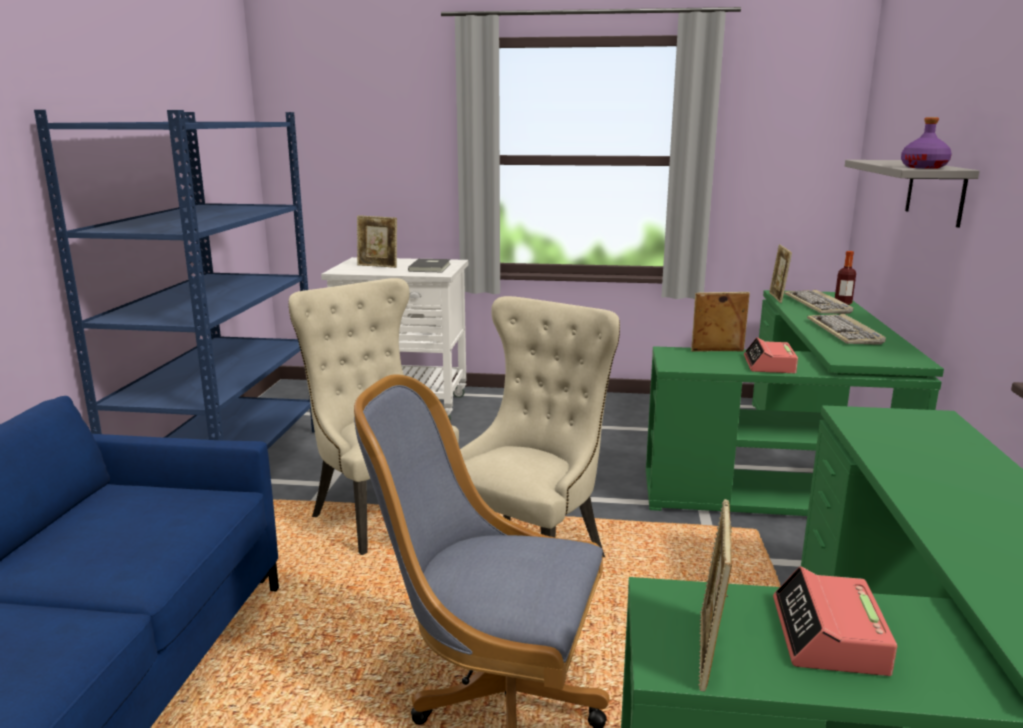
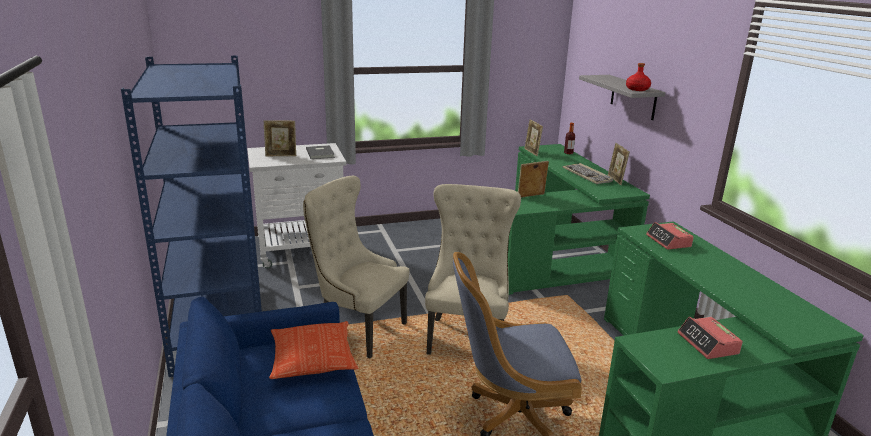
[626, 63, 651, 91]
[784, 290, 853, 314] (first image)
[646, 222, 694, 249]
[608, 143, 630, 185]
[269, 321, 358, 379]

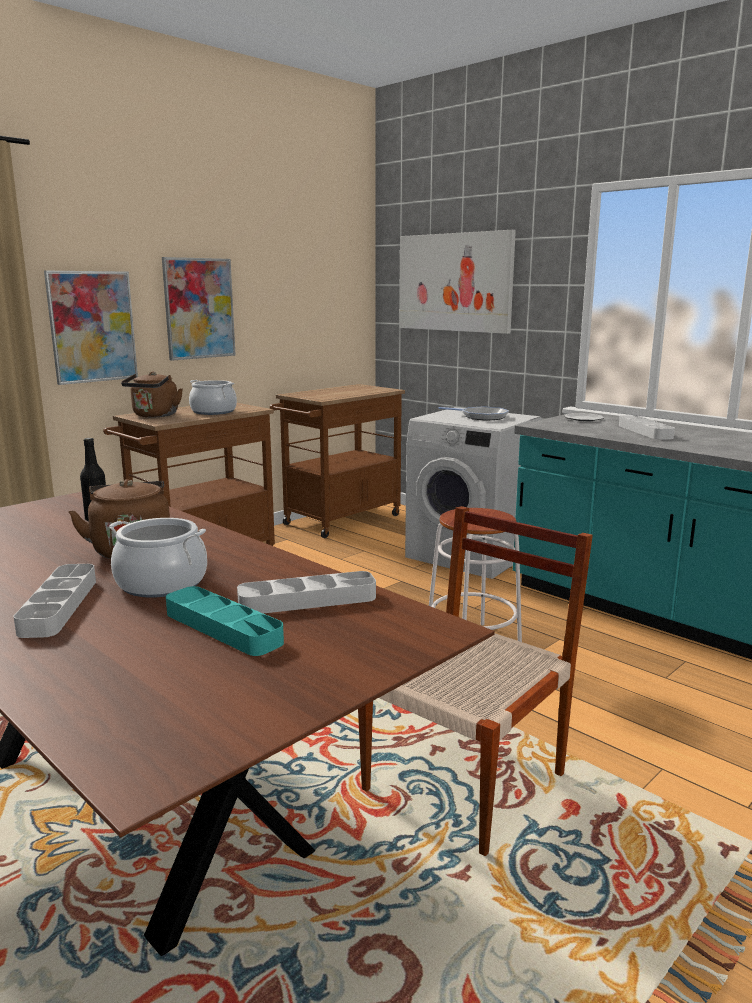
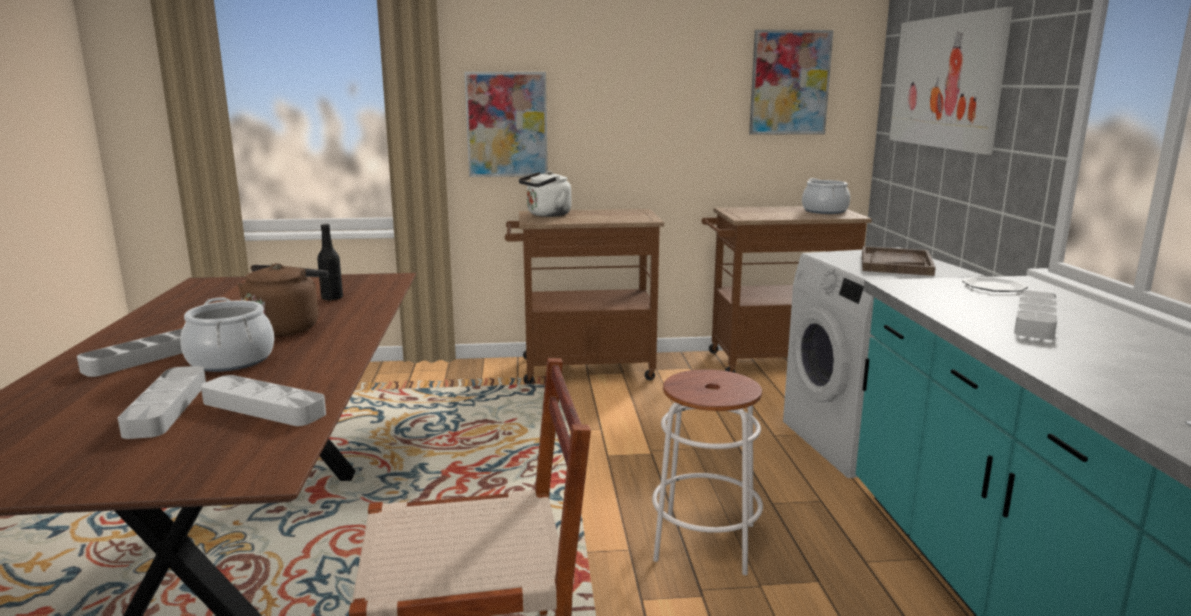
[749, 30, 834, 135]
[518, 171, 571, 217]
[802, 178, 850, 214]
[862, 246, 936, 276]
[118, 366, 206, 439]

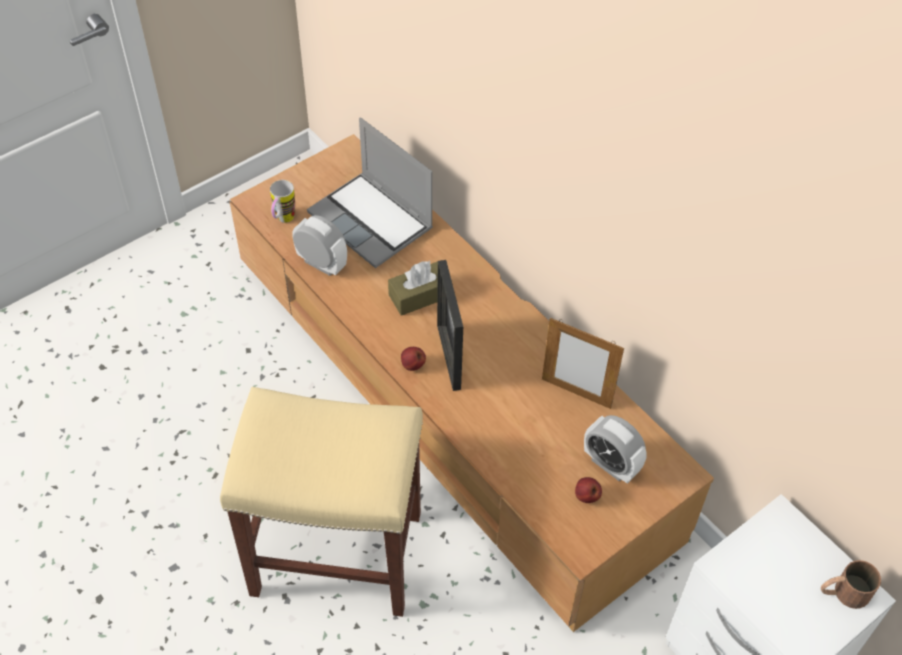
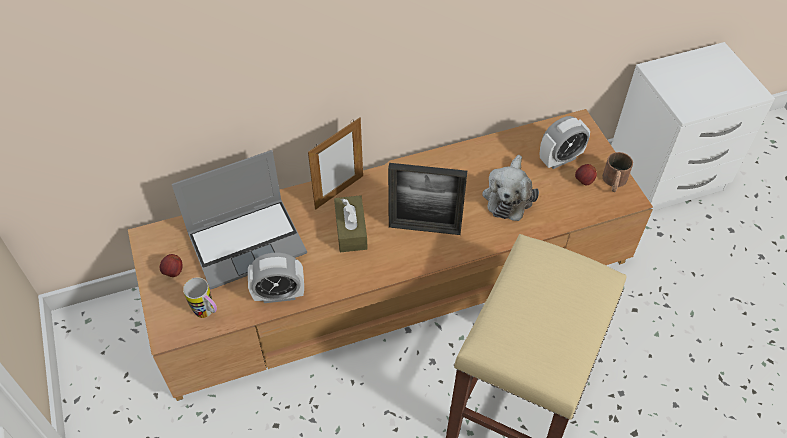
[248, 253, 304, 303]
[308, 118, 363, 210]
[160, 254, 183, 277]
[602, 152, 633, 192]
[482, 155, 539, 221]

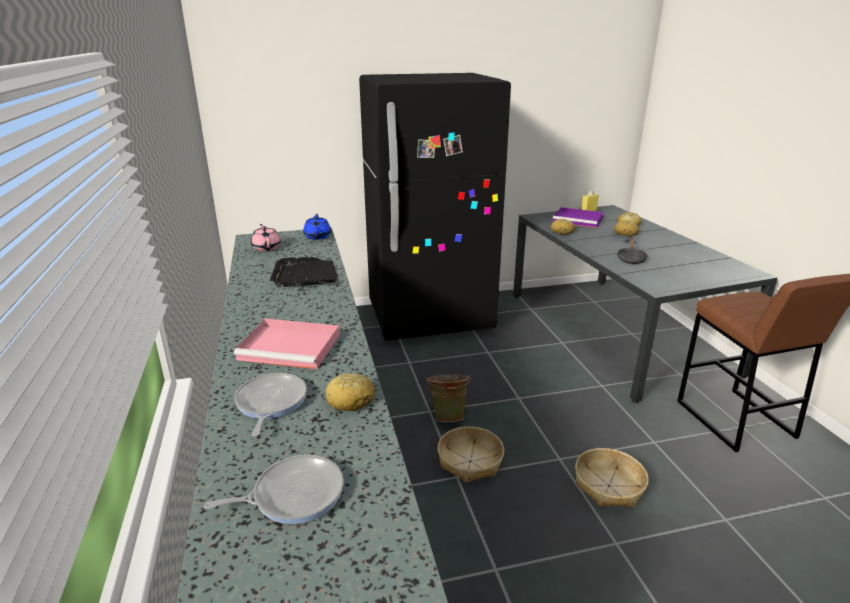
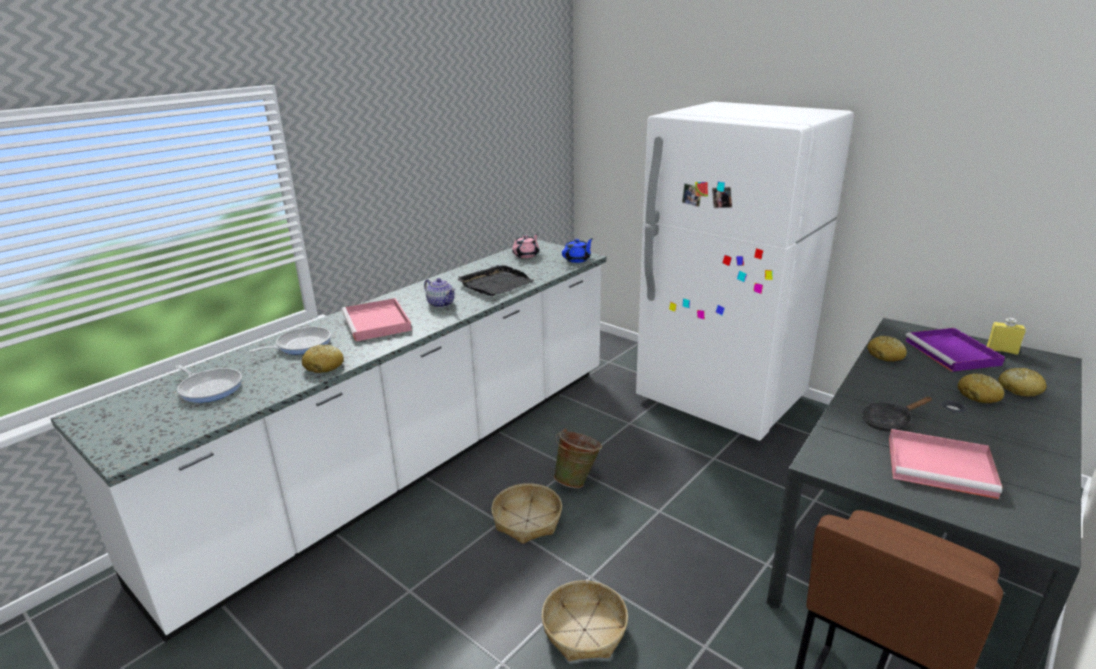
[636, 102, 854, 441]
[424, 278, 455, 308]
[889, 429, 1003, 499]

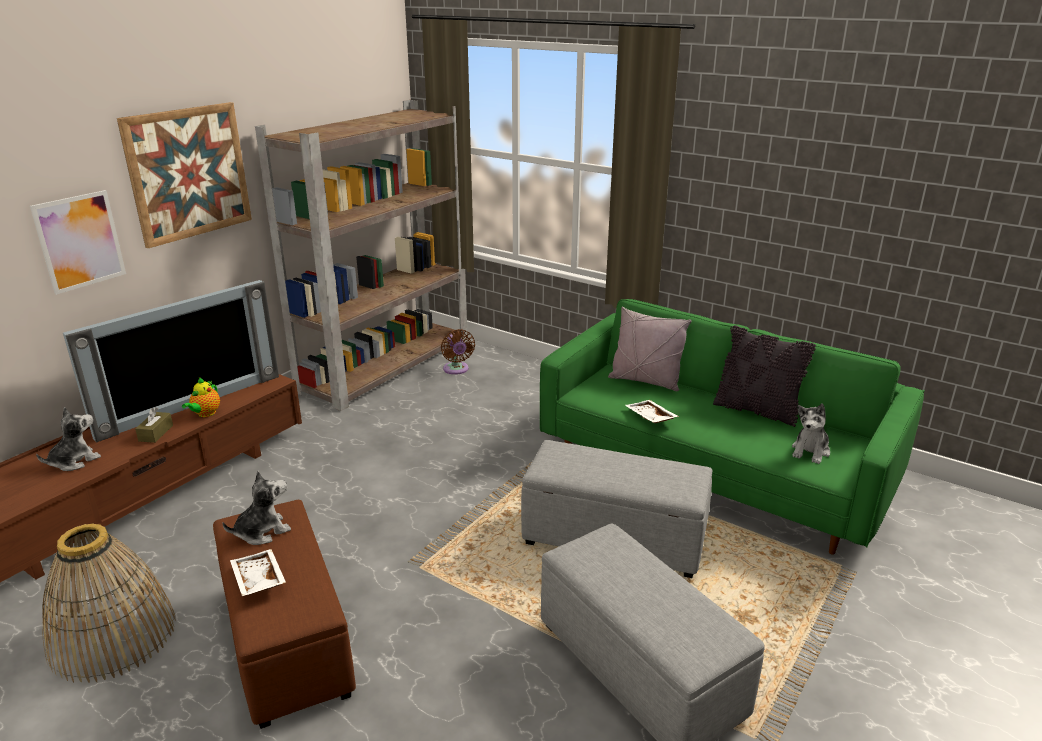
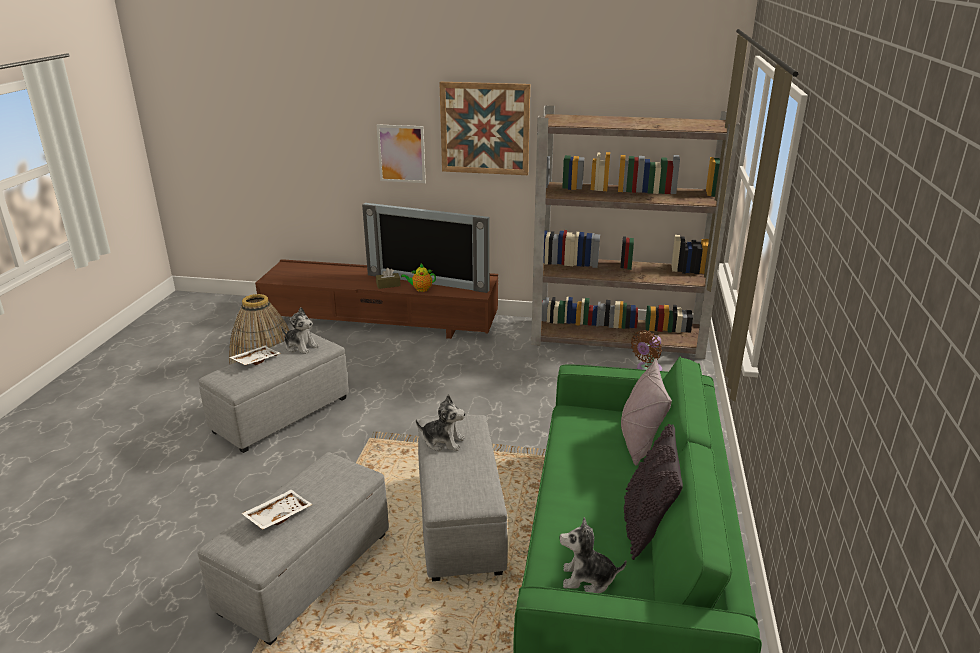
[241, 489, 313, 530]
[416, 395, 465, 451]
[199, 332, 349, 453]

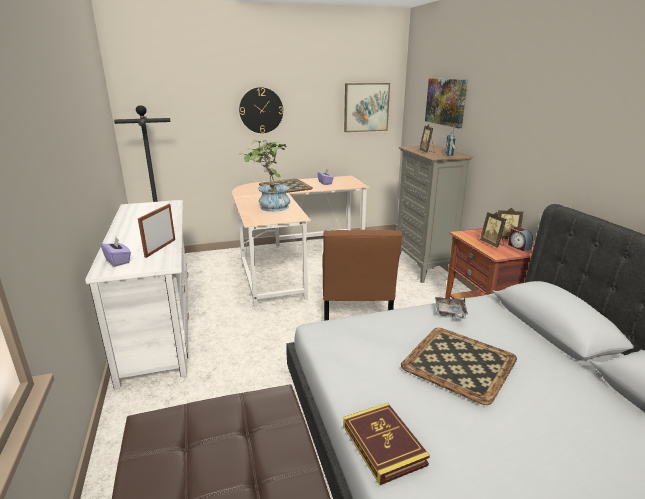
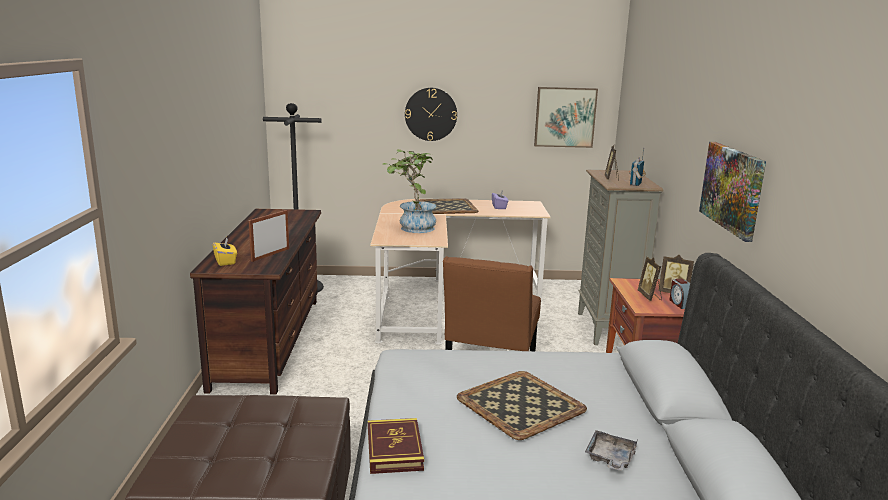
[699, 142, 766, 242]
[190, 209, 321, 395]
[212, 237, 237, 266]
[585, 430, 638, 471]

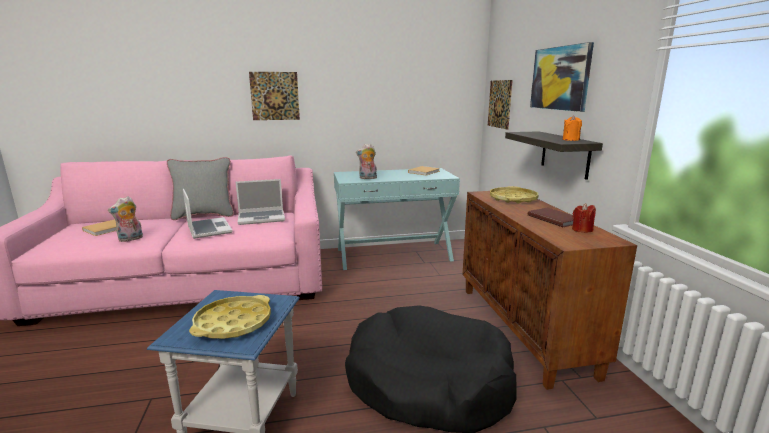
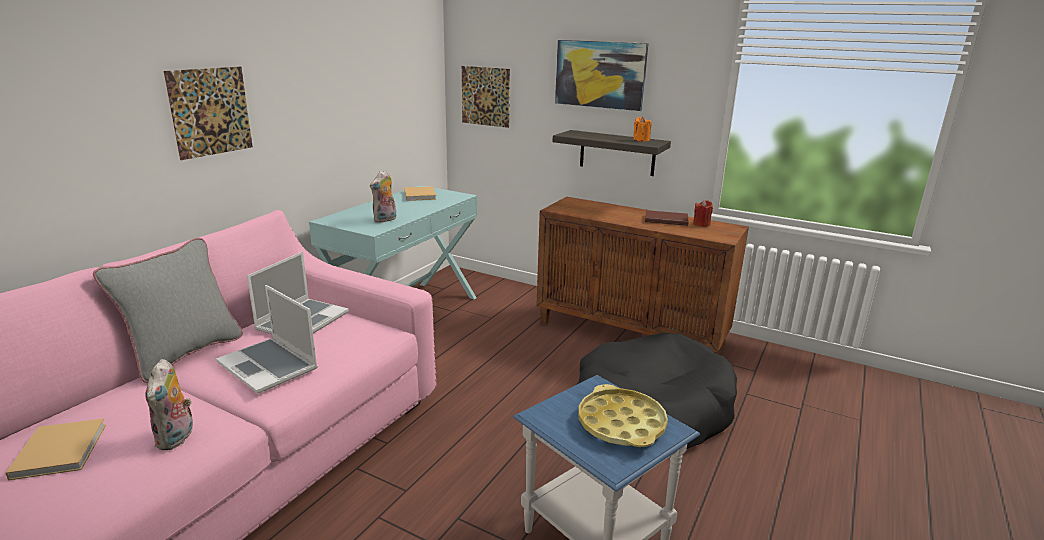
[490, 186, 538, 203] (first image)
[216, 285, 318, 394]

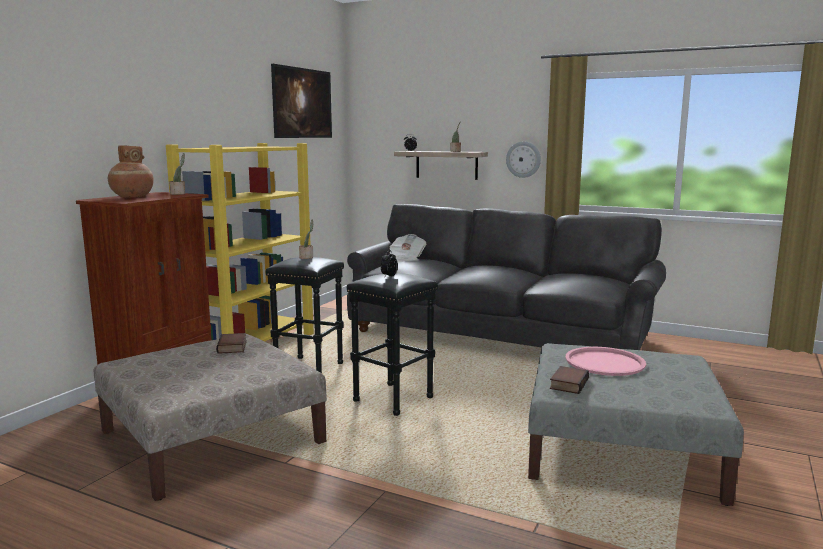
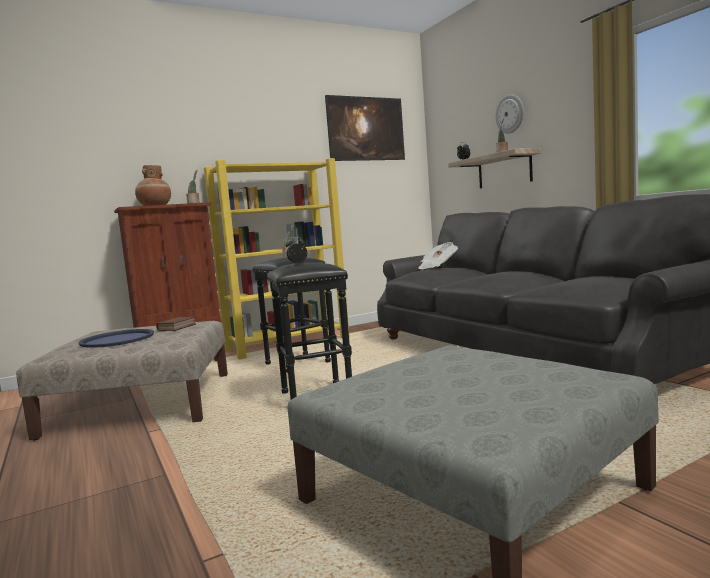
[496, 94, 524, 134]
[565, 347, 646, 376] (first image)
[550, 366, 589, 394] (first image)
[78, 329, 154, 347]

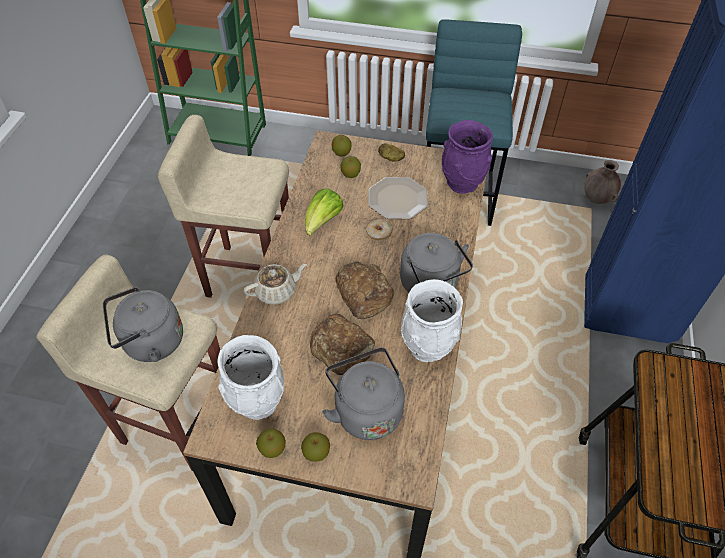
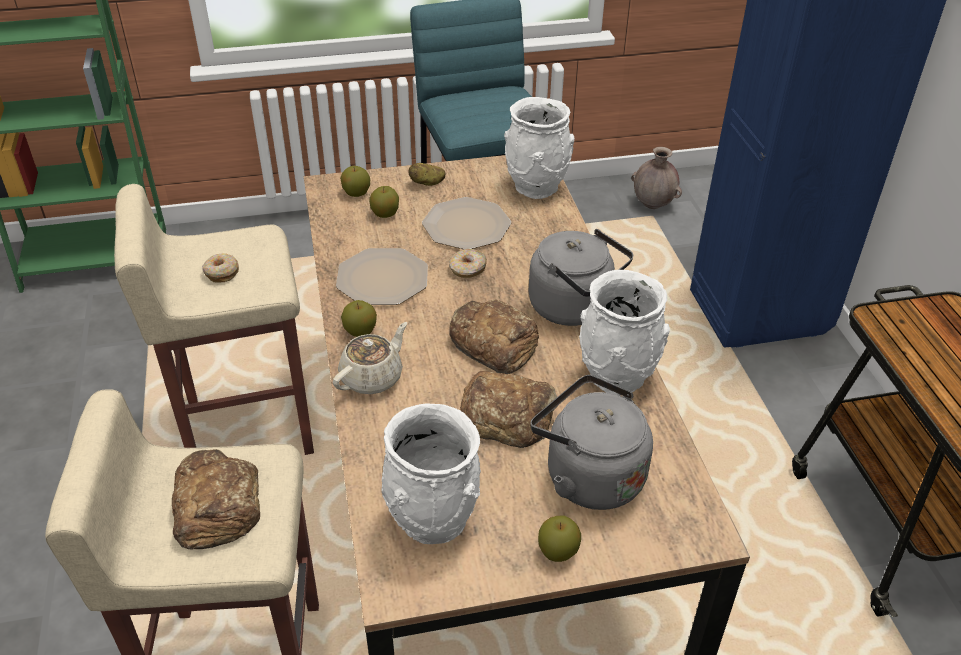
[504, 97, 574, 199]
[336, 248, 428, 305]
[172, 449, 260, 549]
[341, 300, 377, 337]
[202, 253, 239, 283]

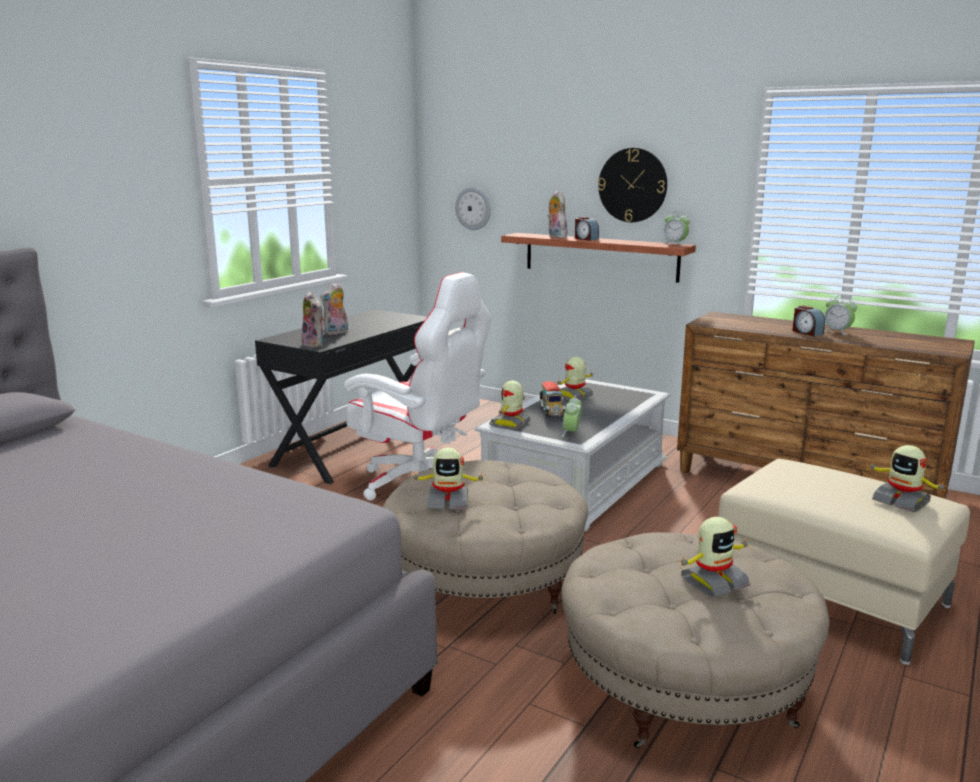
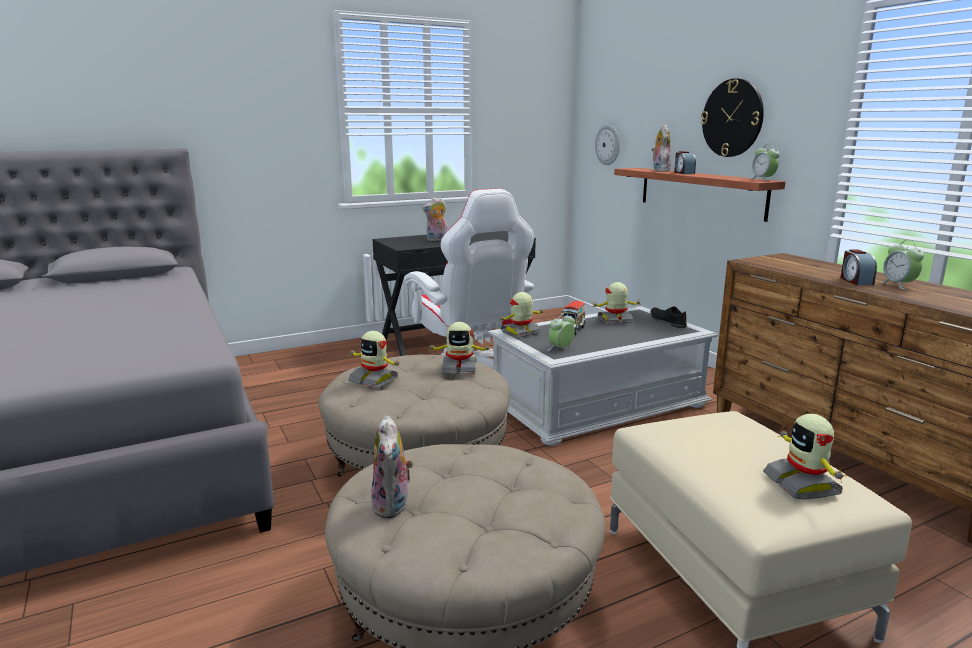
[371, 415, 414, 519]
[428, 322, 492, 374]
[650, 307, 687, 328]

